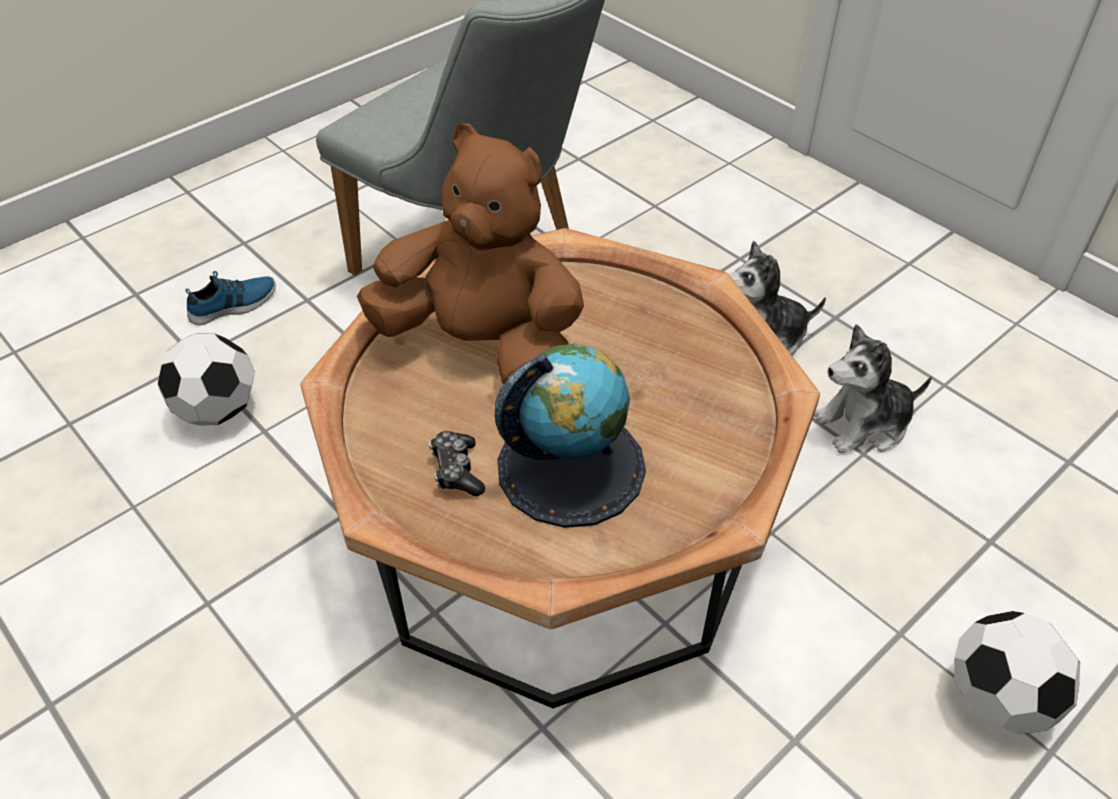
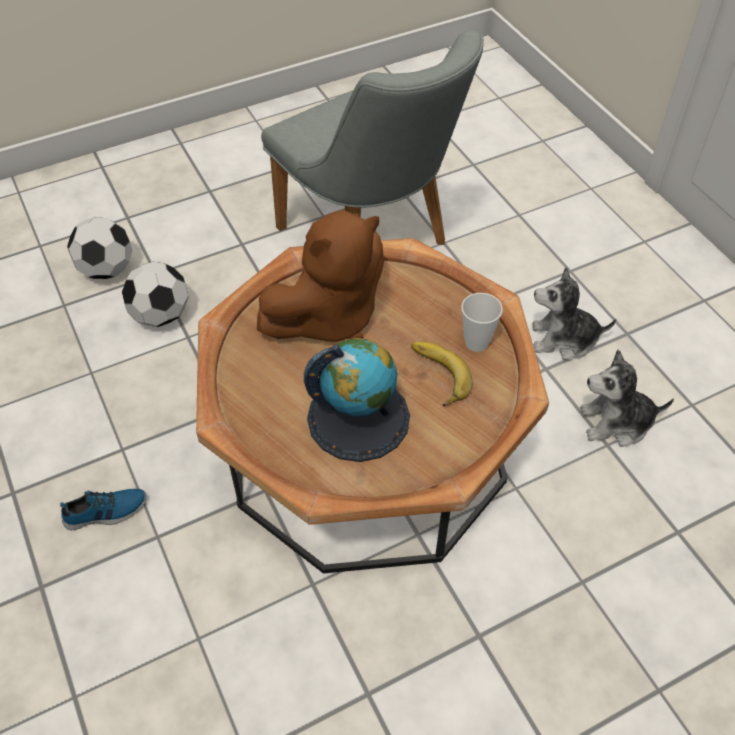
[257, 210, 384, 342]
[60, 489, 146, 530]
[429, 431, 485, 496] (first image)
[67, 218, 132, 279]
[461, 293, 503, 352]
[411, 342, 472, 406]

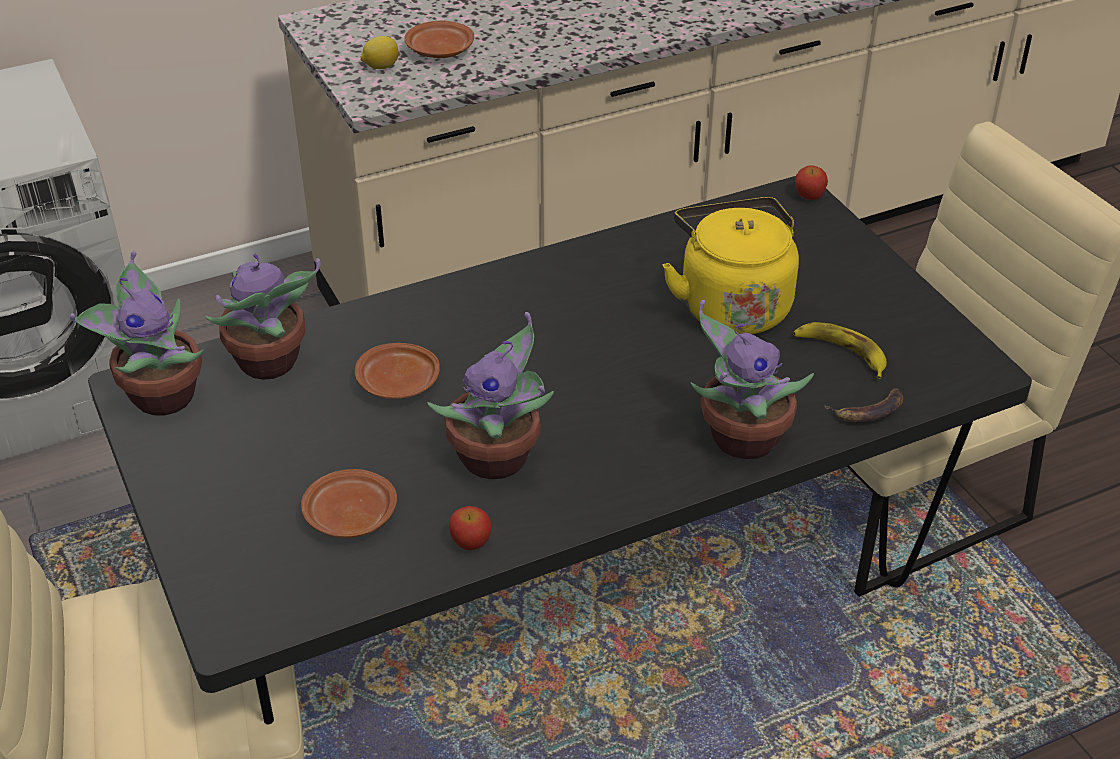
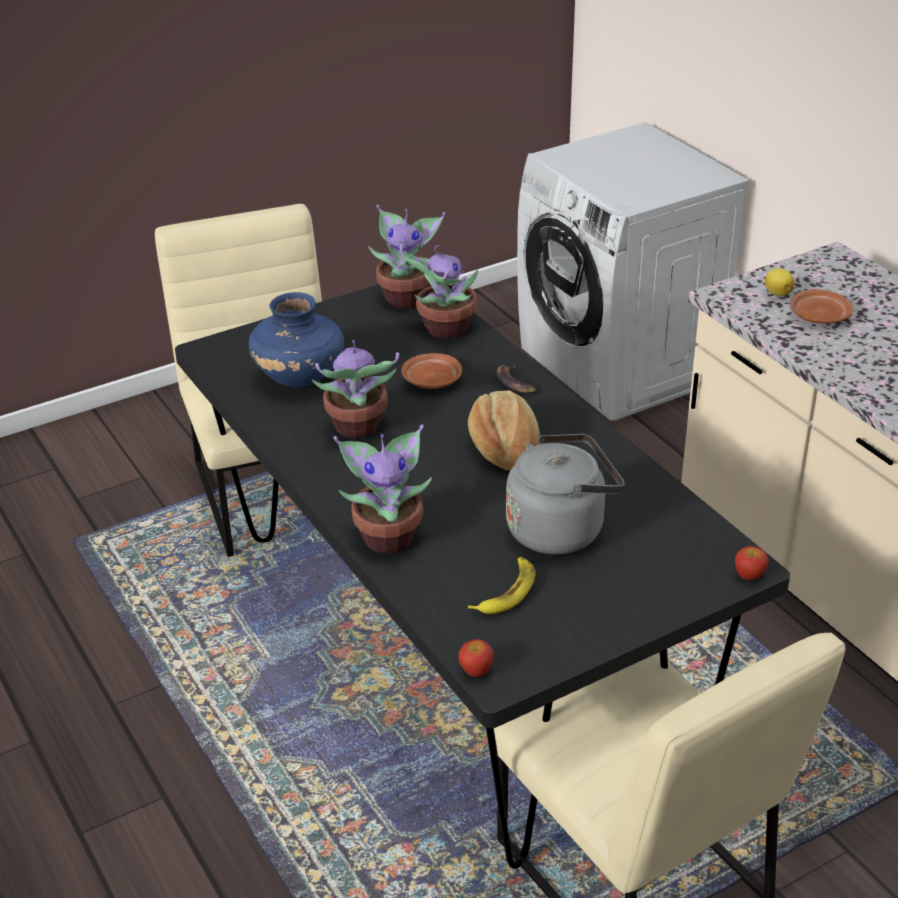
[506, 434, 625, 555]
[497, 365, 536, 393]
[249, 292, 344, 387]
[458, 639, 494, 677]
[468, 391, 540, 471]

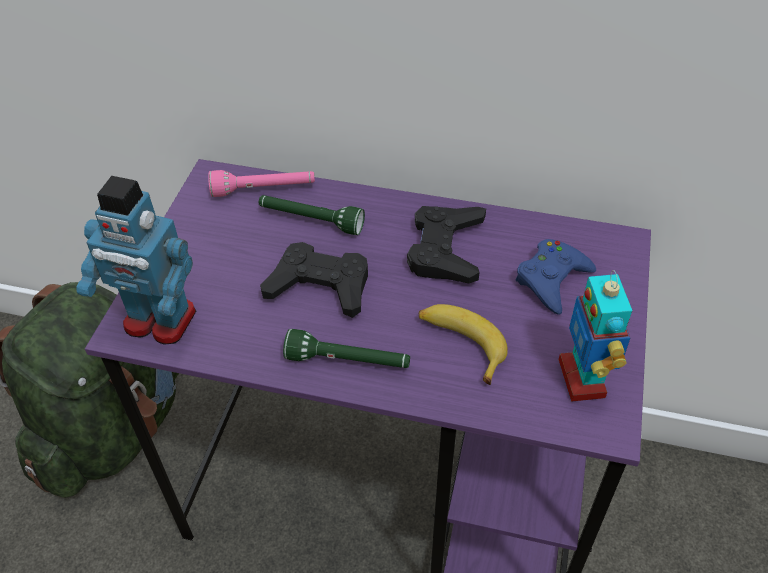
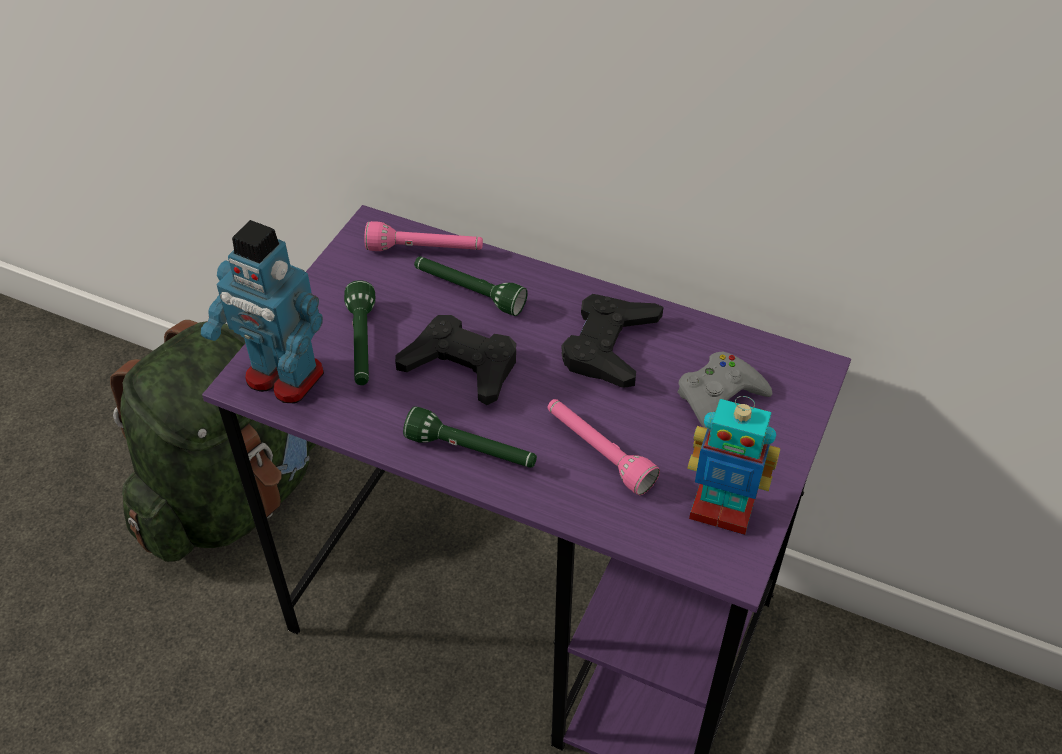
[677, 352, 772, 428]
[687, 396, 780, 535]
[548, 399, 660, 495]
[344, 280, 375, 385]

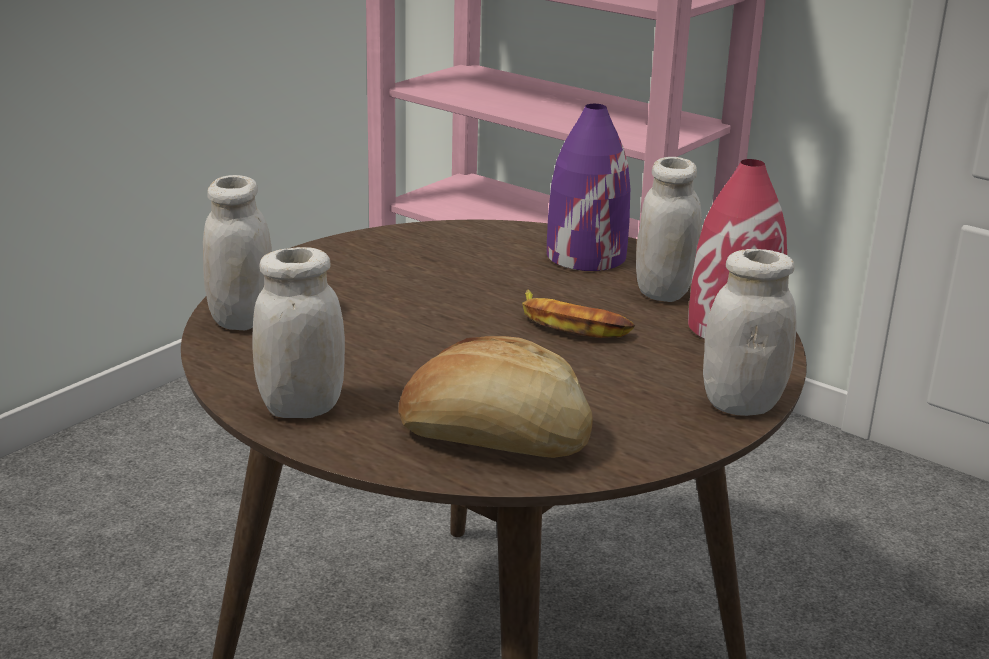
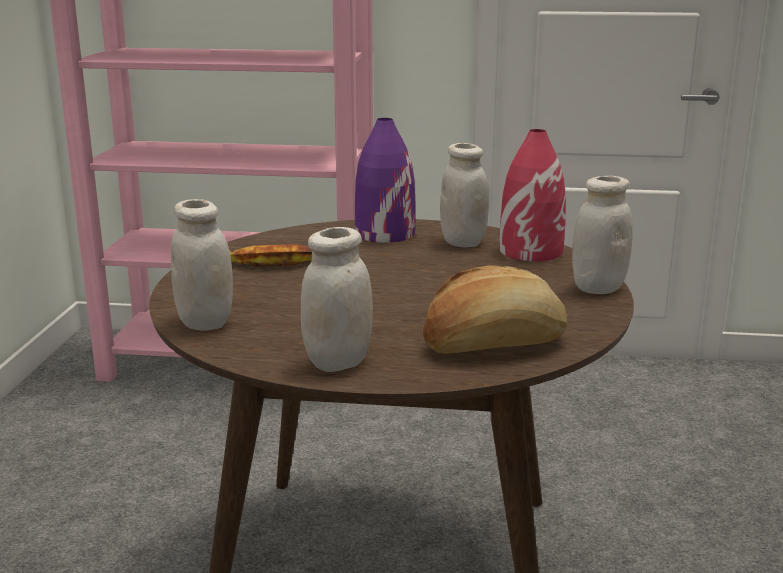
[229, 244, 312, 267]

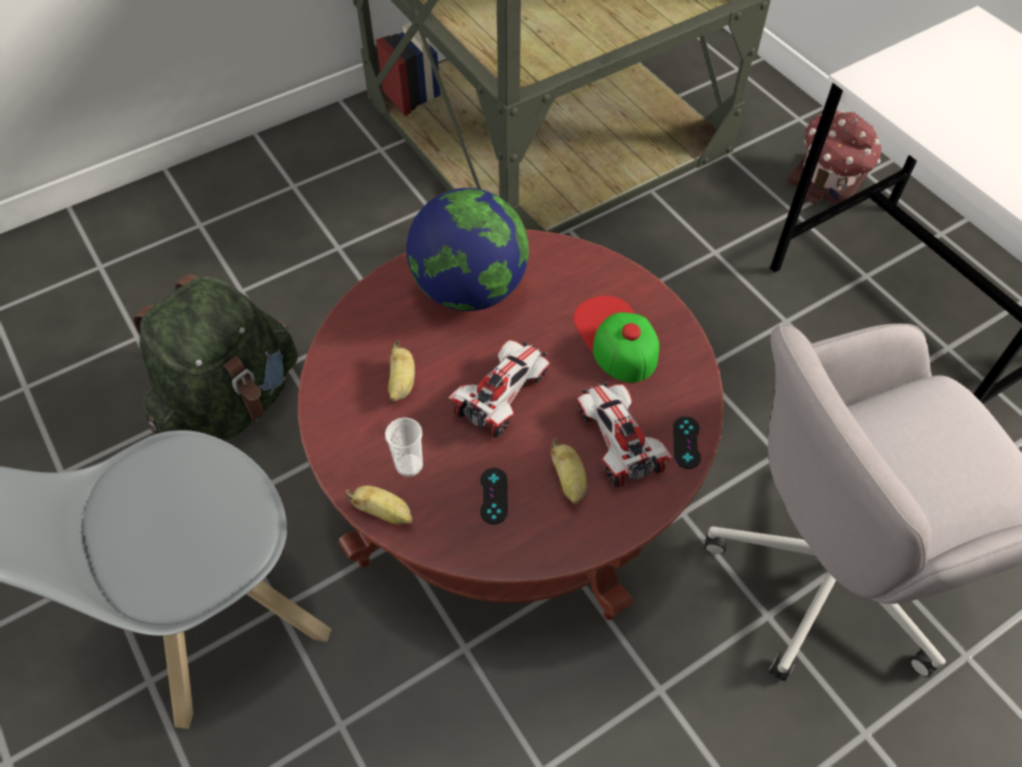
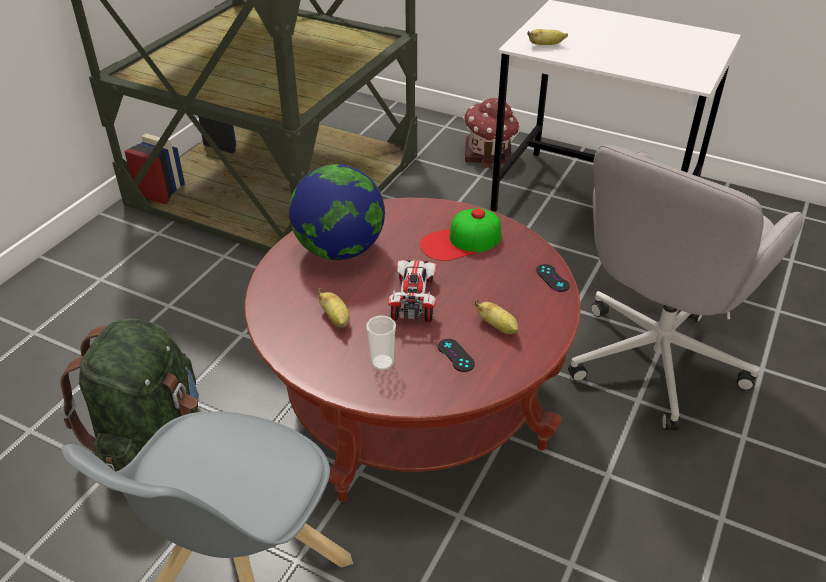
[420, 208, 501, 261]
[577, 382, 672, 487] (first image)
[527, 29, 568, 45]

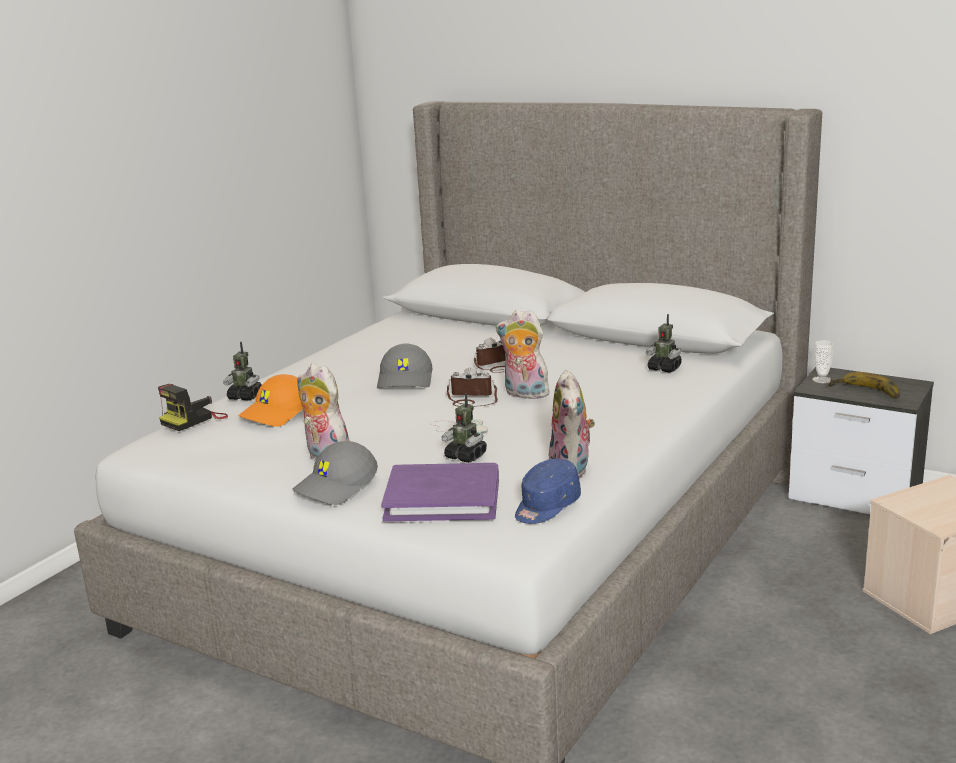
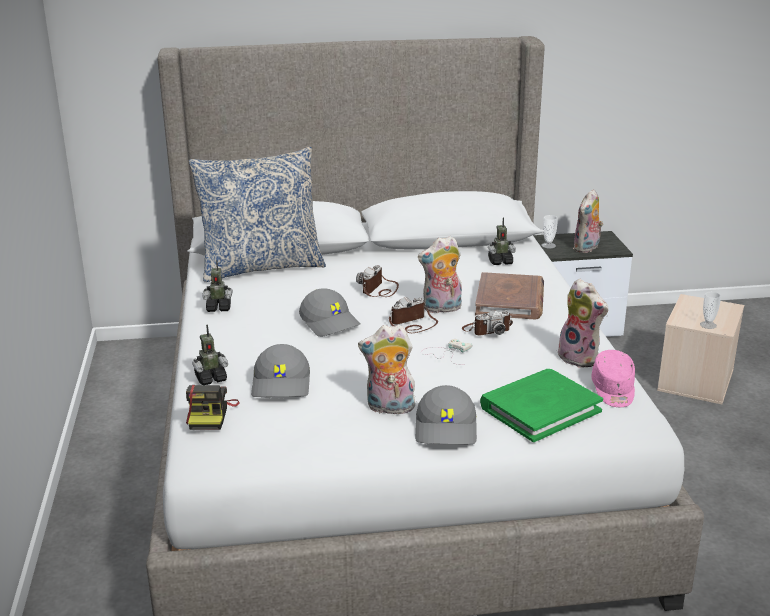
[573, 189, 603, 253]
[251, 344, 310, 397]
[202, 260, 232, 312]
[591, 350, 635, 407]
[480, 369, 603, 442]
[189, 147, 326, 282]
[475, 272, 544, 320]
[700, 292, 721, 329]
[462, 310, 513, 336]

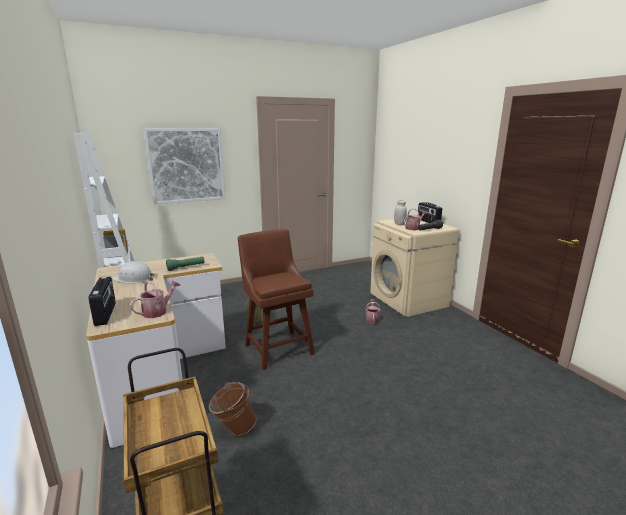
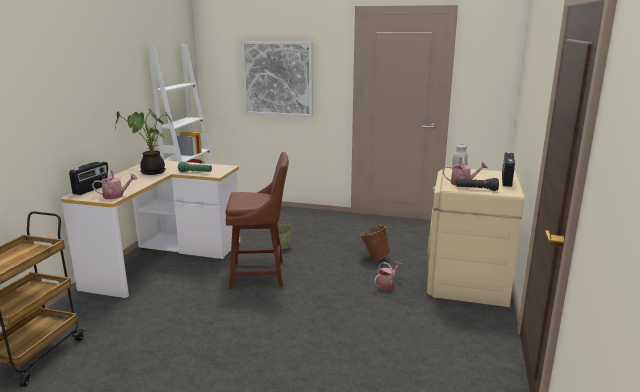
[226, 152, 289, 289]
[115, 109, 172, 175]
[360, 224, 391, 260]

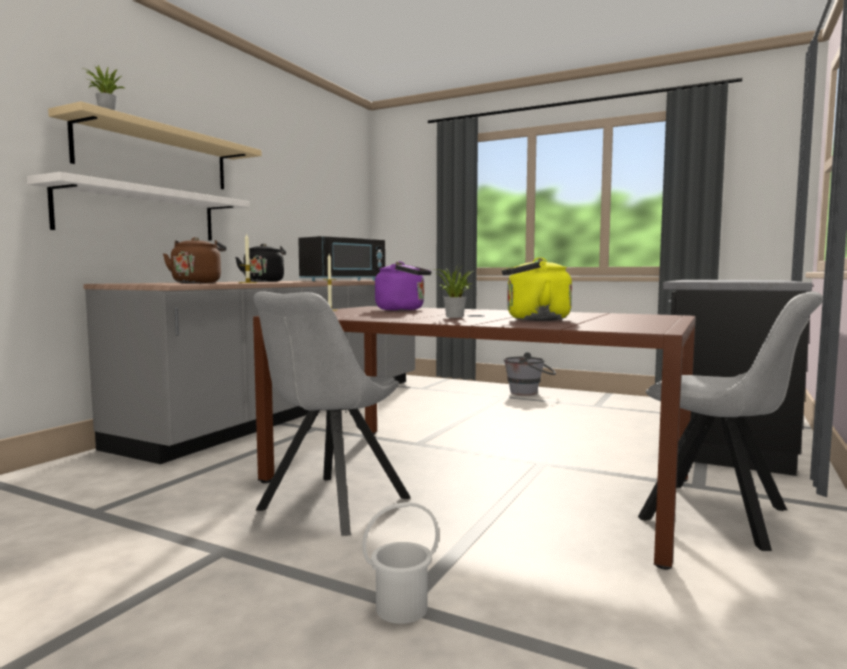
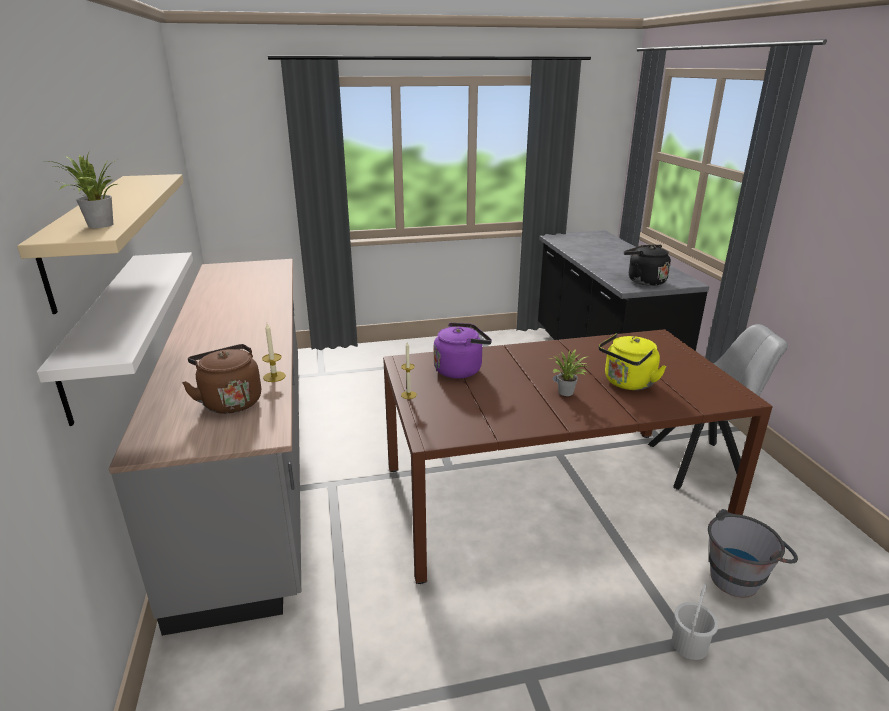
[298, 236, 385, 281] (first image)
[624, 245, 671, 286]
[254, 291, 410, 536] (first image)
[708, 509, 798, 598]

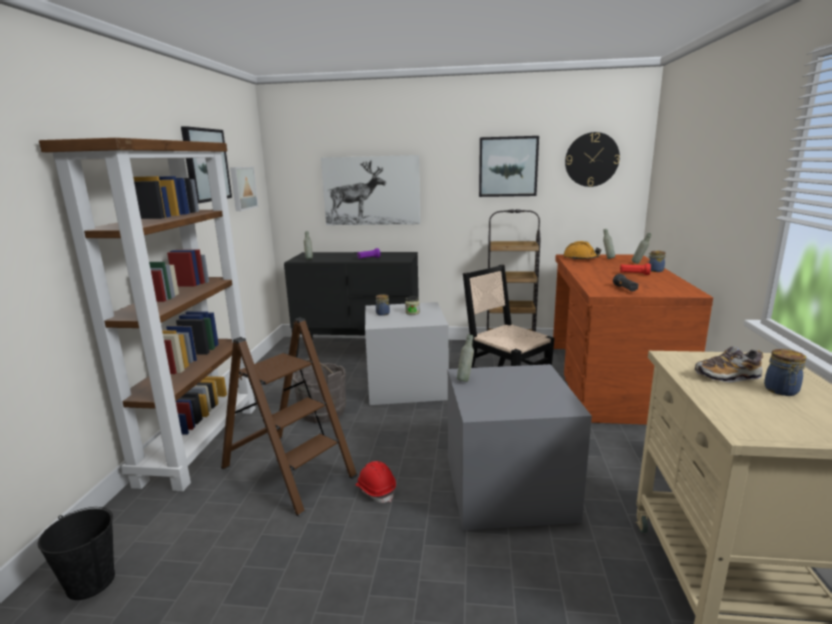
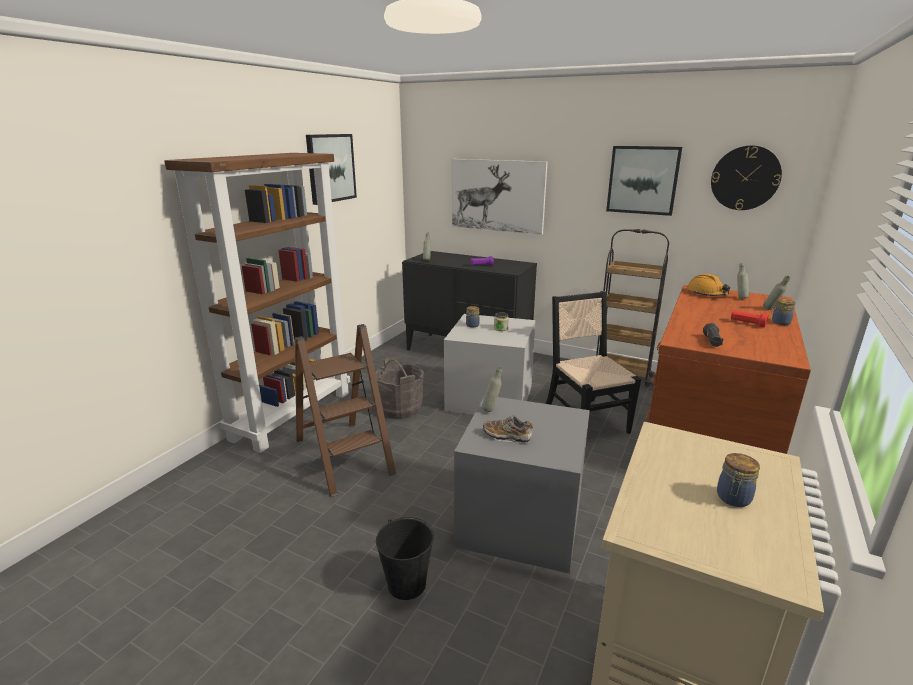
[230, 166, 258, 211] (first image)
[483, 415, 533, 443]
[355, 461, 396, 503] (first image)
[376, 517, 434, 600]

